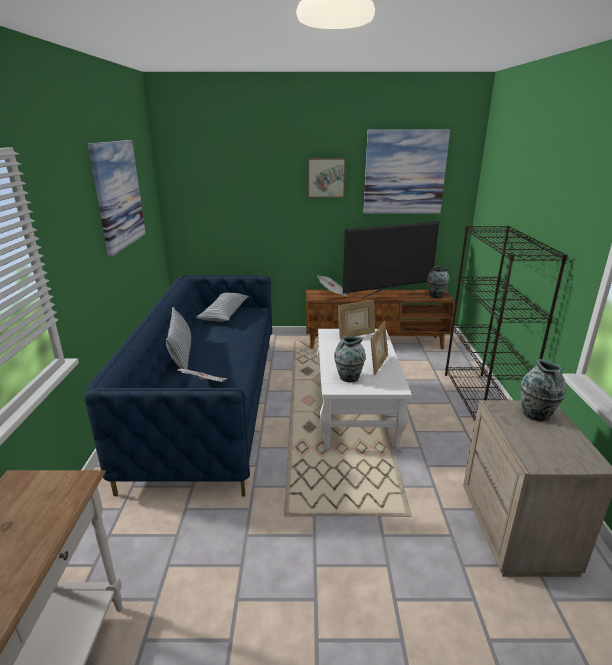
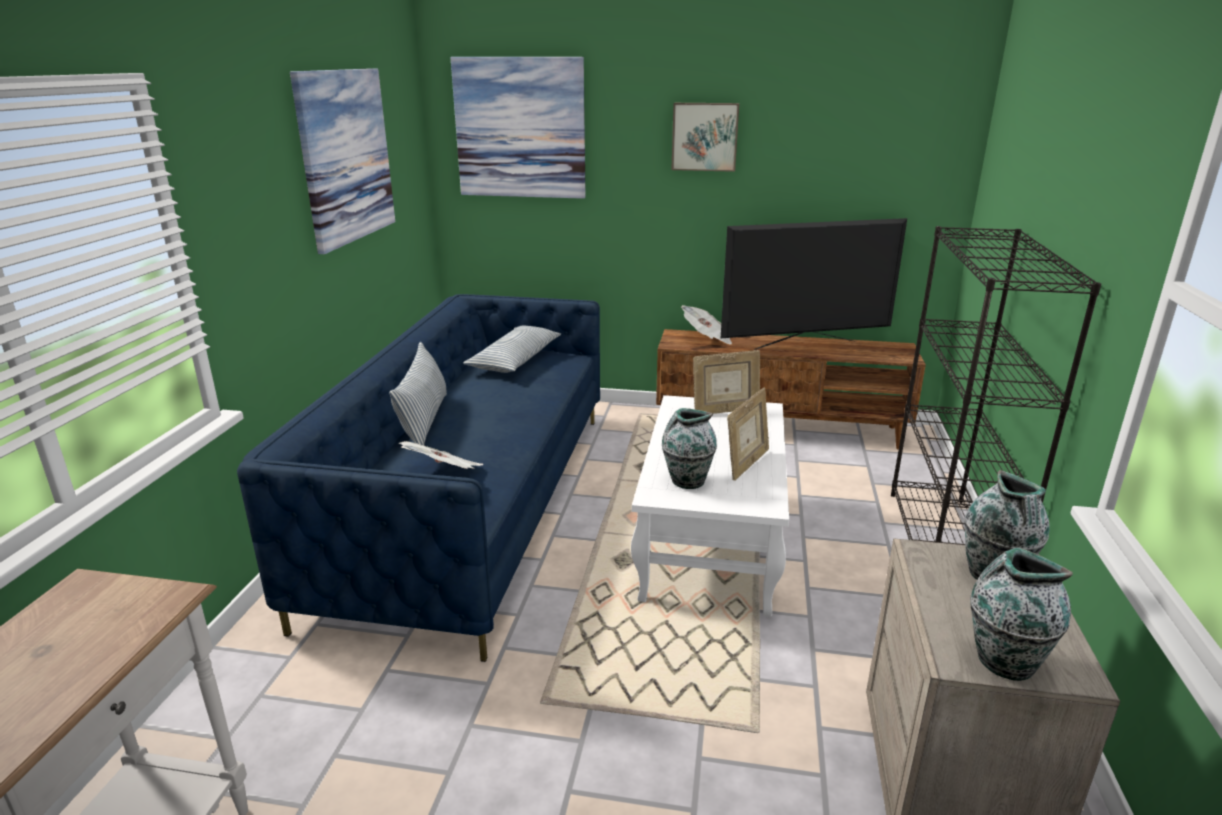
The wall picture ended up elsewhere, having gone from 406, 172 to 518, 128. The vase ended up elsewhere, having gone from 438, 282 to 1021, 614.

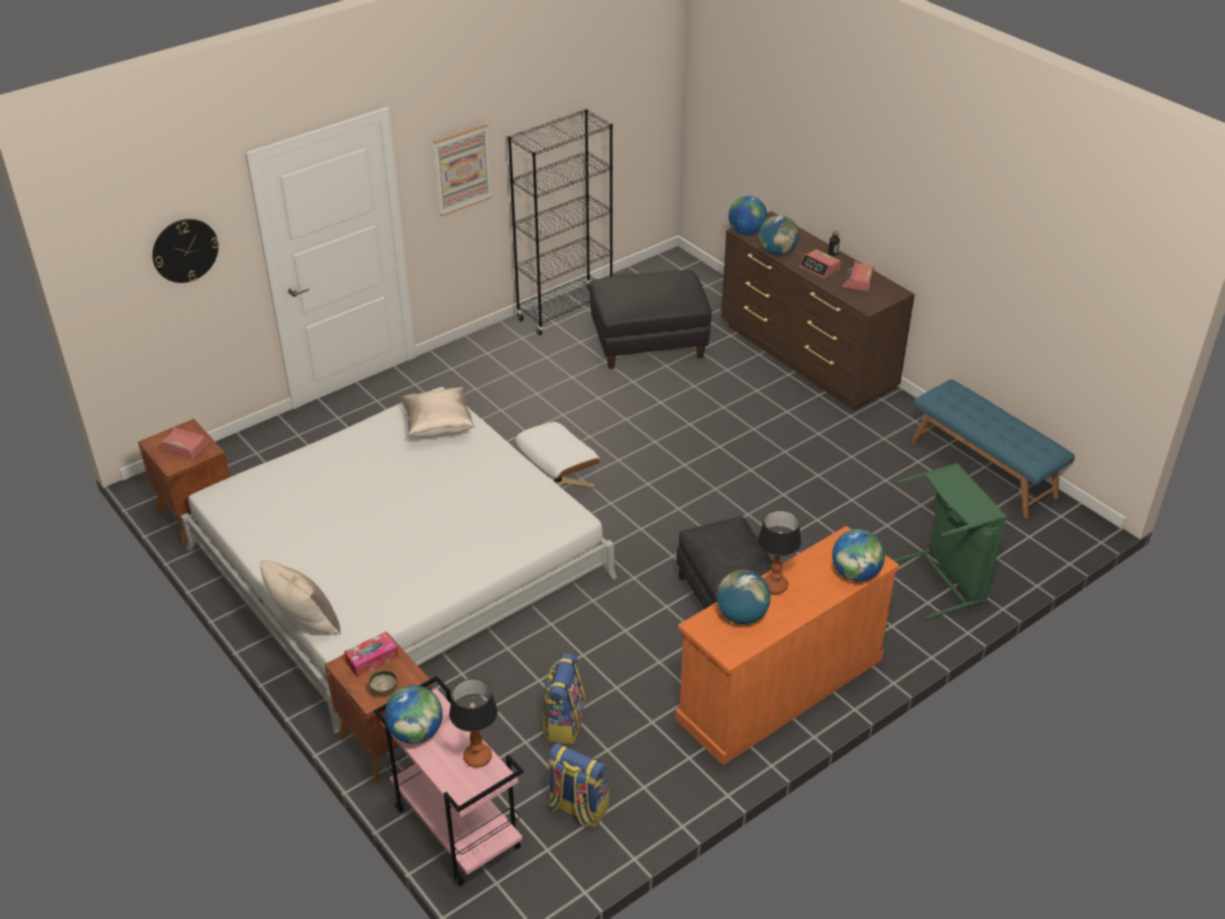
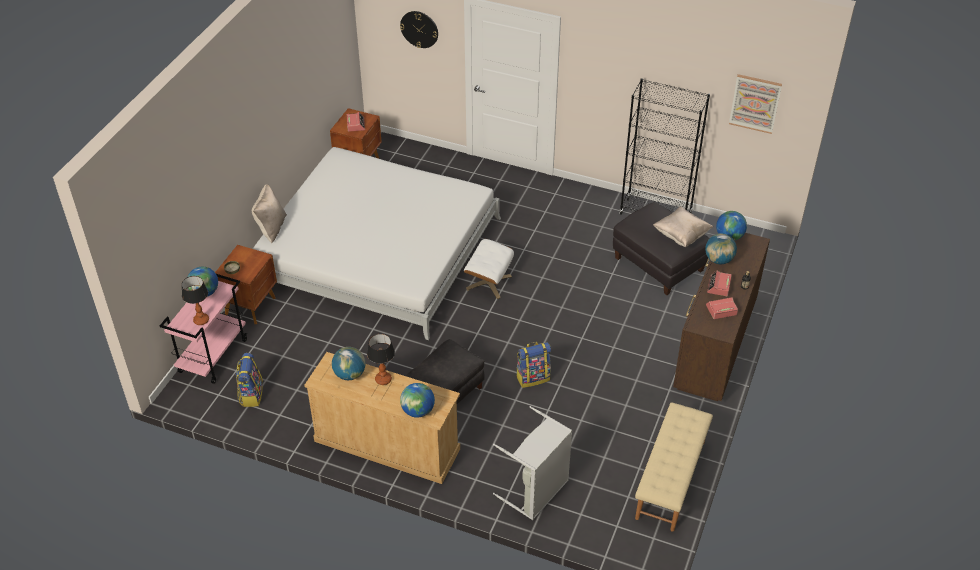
The second view lost the tissue box at 371, 654. The beige pillow ended up elsewhere, having gone from 438, 412 to 683, 226. The wall picture ended up elsewhere, having gone from 463, 169 to 755, 104. The knapsack ended up elsewhere, having gone from 563, 698 to 533, 365. What was the orange-coloured drawer chest at 787, 645 turned into the beige drawer chest at 382, 418. What was the green washing basket at 950, 541 turned into the grey washing basket at 532, 463. What was the blue-coloured long seat at 993, 449 turned into the beige long seat at 674, 467.

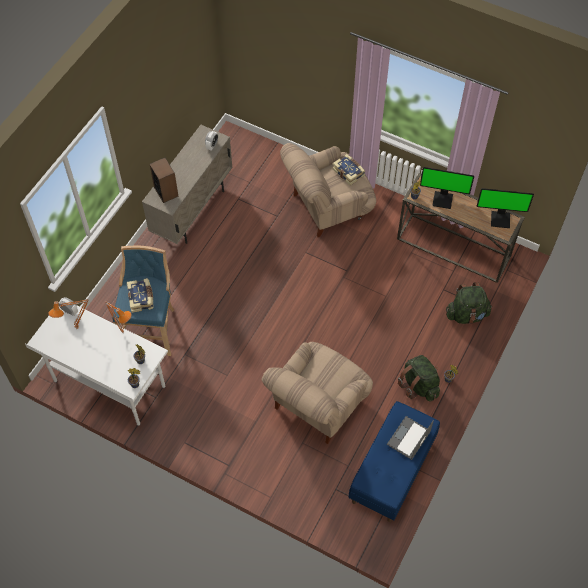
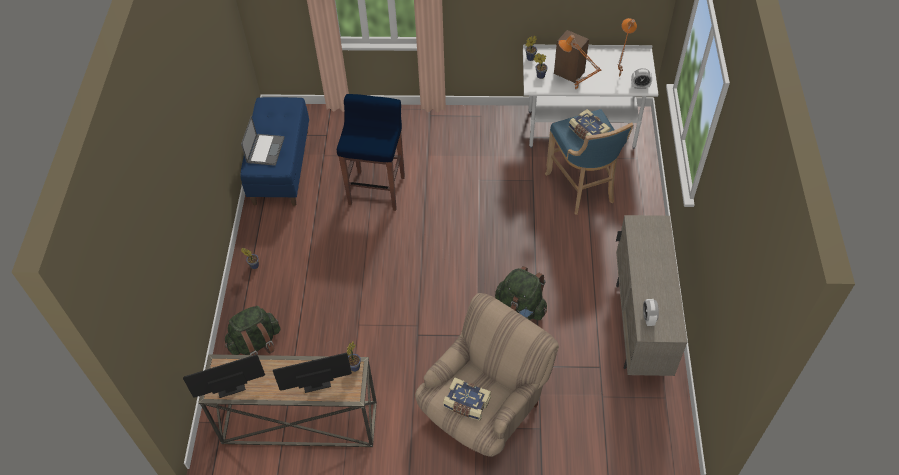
The loudspeaker ended up elsewhere, having gone from 164, 180 to 571, 56. The green knapsack ended up elsewhere, having gone from 419, 378 to 521, 293. Where the beige armchair stood at 317, 393, the blue-coloured stool seat came to stand at 371, 152.

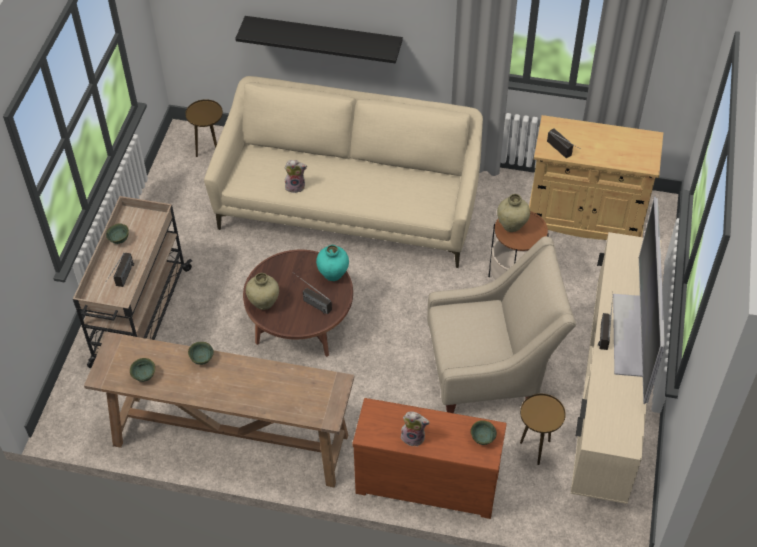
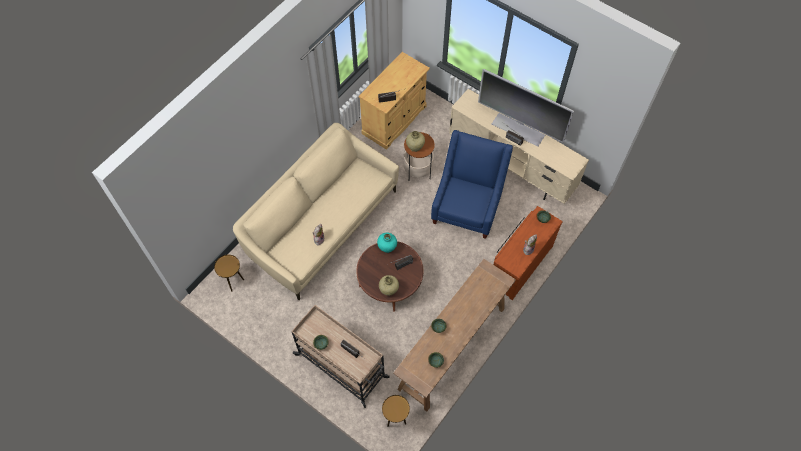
The second view lost the black wall shelf at 319, 40. The brown accent table ended up elsewhere, having gone from 543, 429 to 396, 411. What was the beige armchair at 501, 324 turned into the blue-coloured armchair at 472, 184.

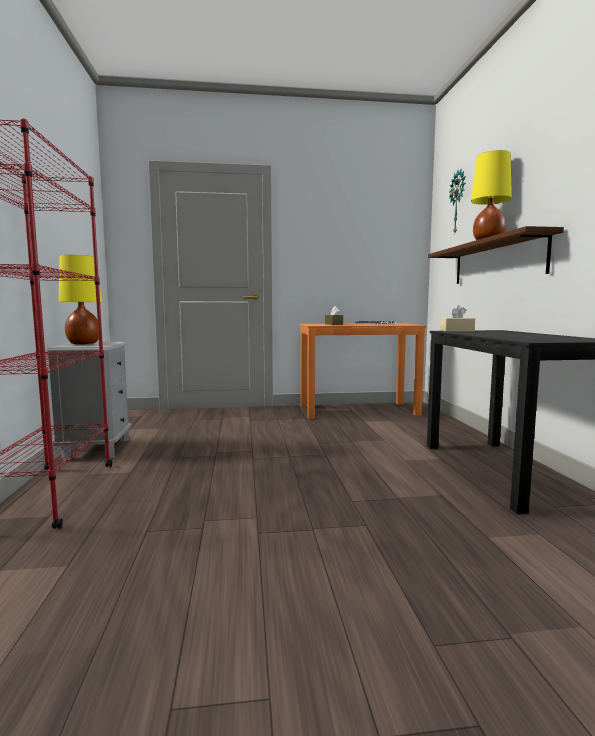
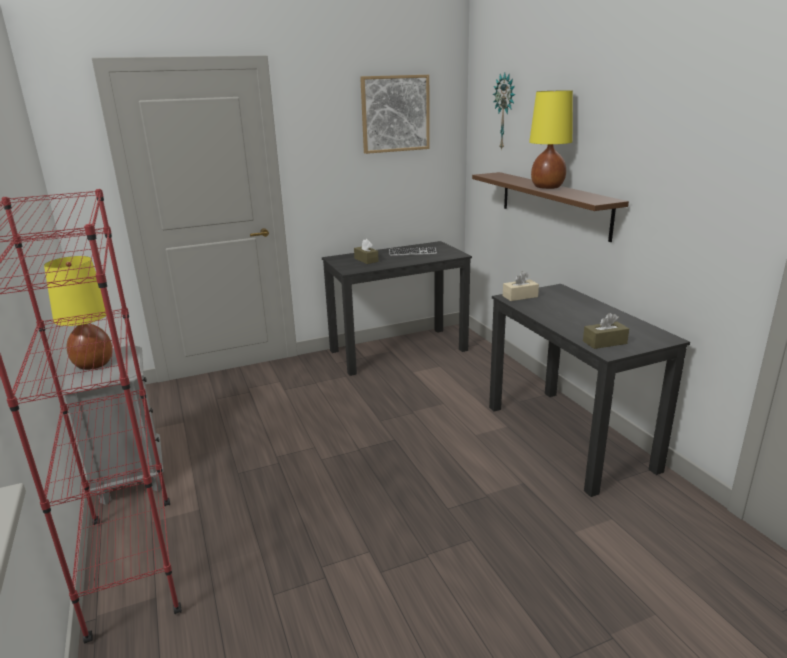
The second view gained the wall picture at 395, 114. The second view gained the brown tissue box at 606, 331. What was the orange-coloured desk at 363, 371 turned into the black desk at 397, 308.

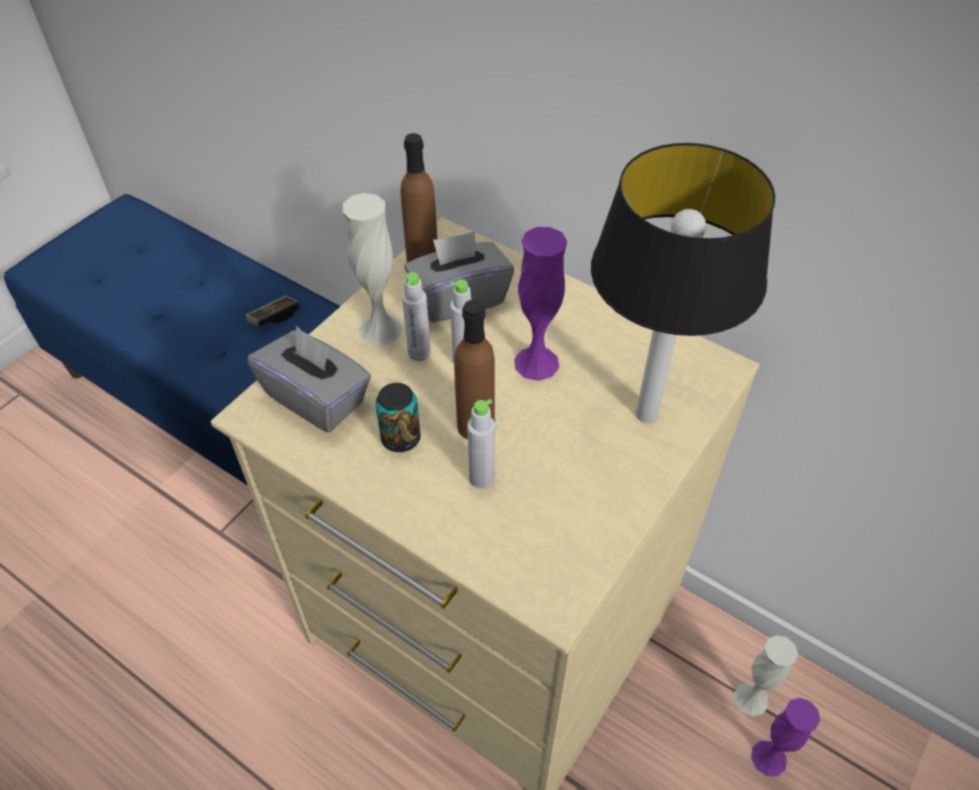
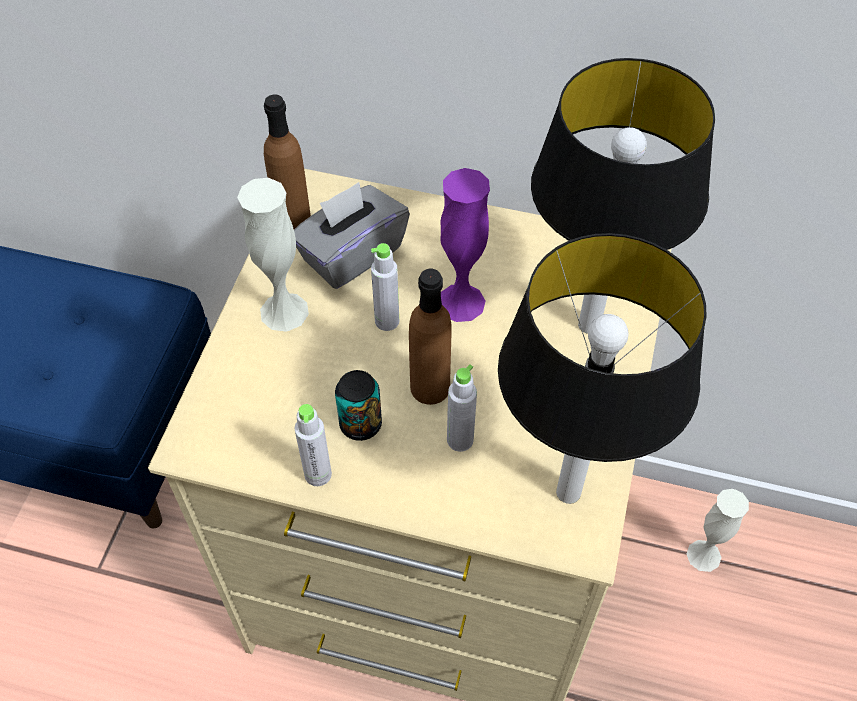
The second view lost the game controller at 272, 311. The second view lost the grey tissue box at 309, 378. The second view lost the purple-coloured vase at 785, 737. The second view gained the table lamp at 602, 368. The grey bottle ended up elsewhere, having gone from 416, 316 to 313, 445.

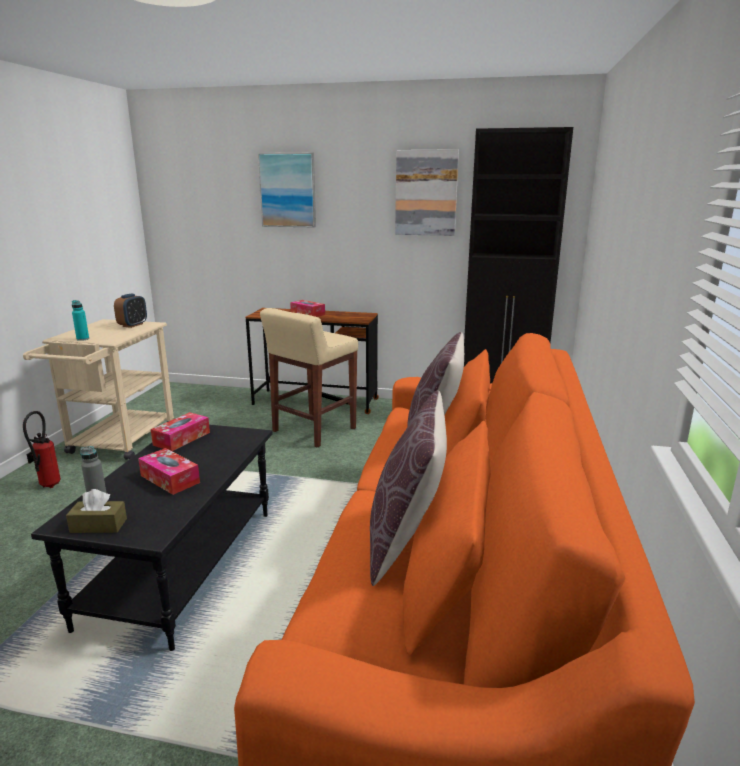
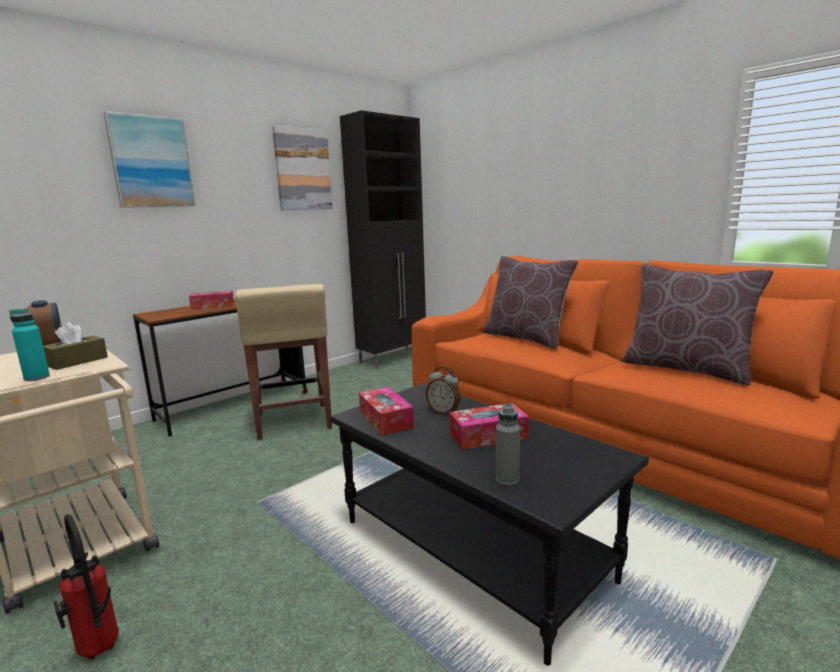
The second view gained the alarm clock at 443, 390. The brown tissue box ended up elsewhere, having gone from 96, 511 to 75, 346.

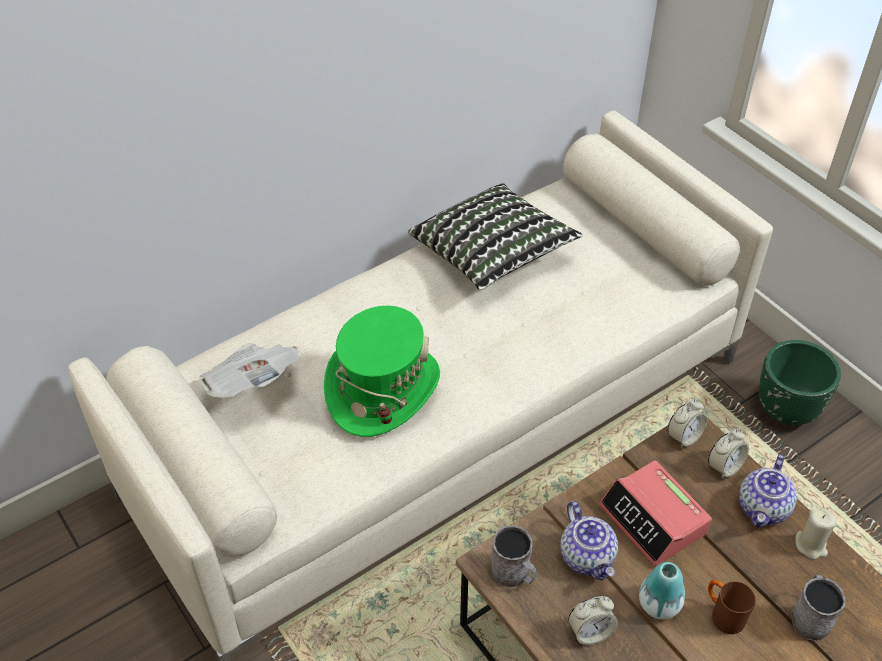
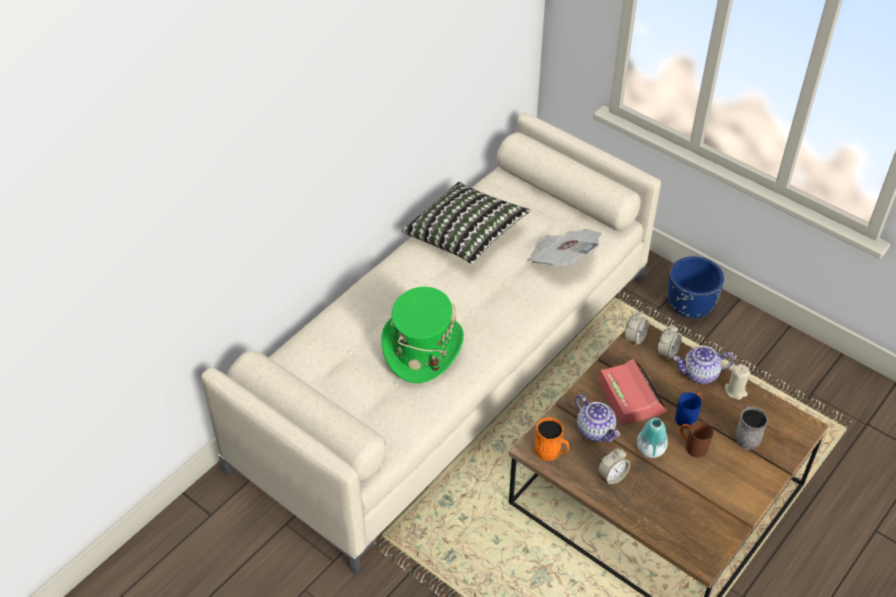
The second view gained the blue-coloured mug at 688, 410. The daily paper ended up elsewhere, having gone from 250, 370 to 564, 248. What was the grey mug at 514, 556 turned into the orange-coloured mug at 551, 439. What was the green flower pot at 800, 382 turned into the blue-coloured flower pot at 696, 287. The alarm clock at 655, 513 ended up facing another way, 150 degrees counterclockwise from before. The teapot at 768, 491 ended up facing another way, 75 degrees clockwise from before.

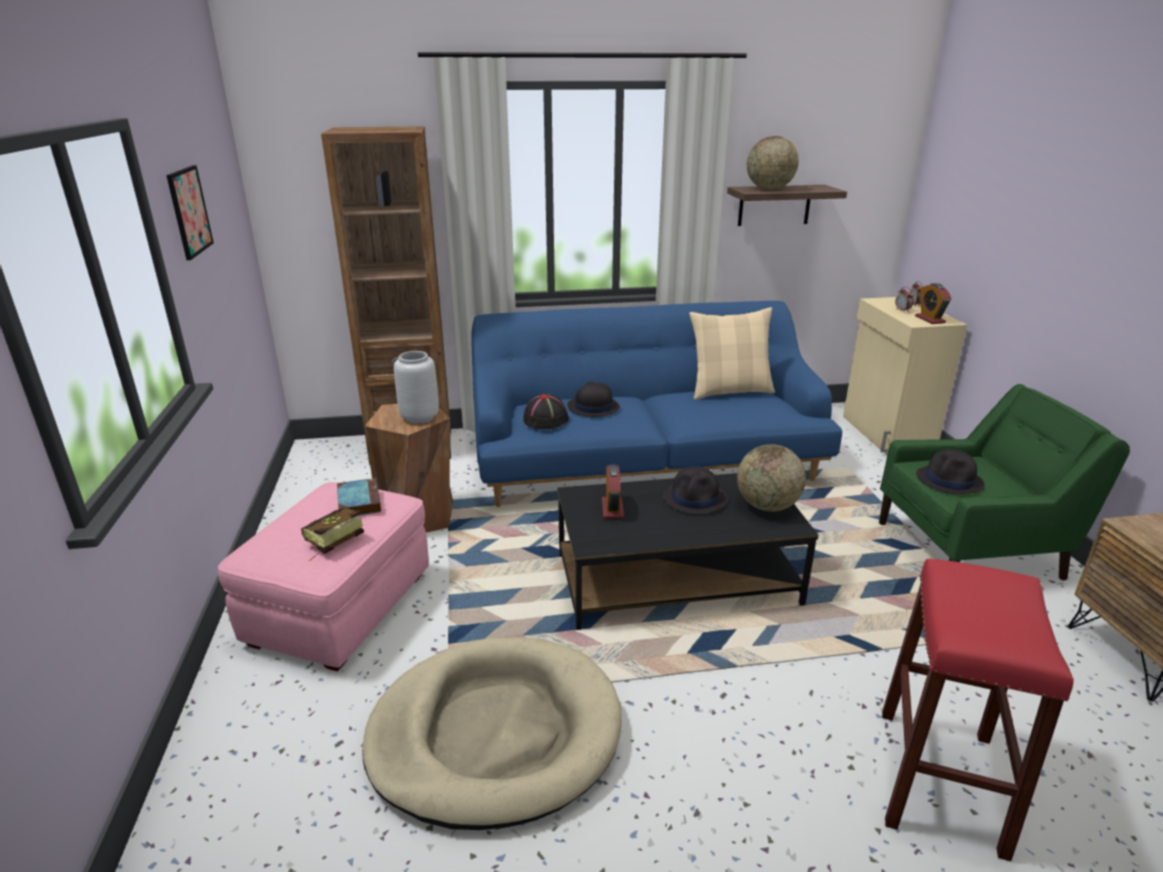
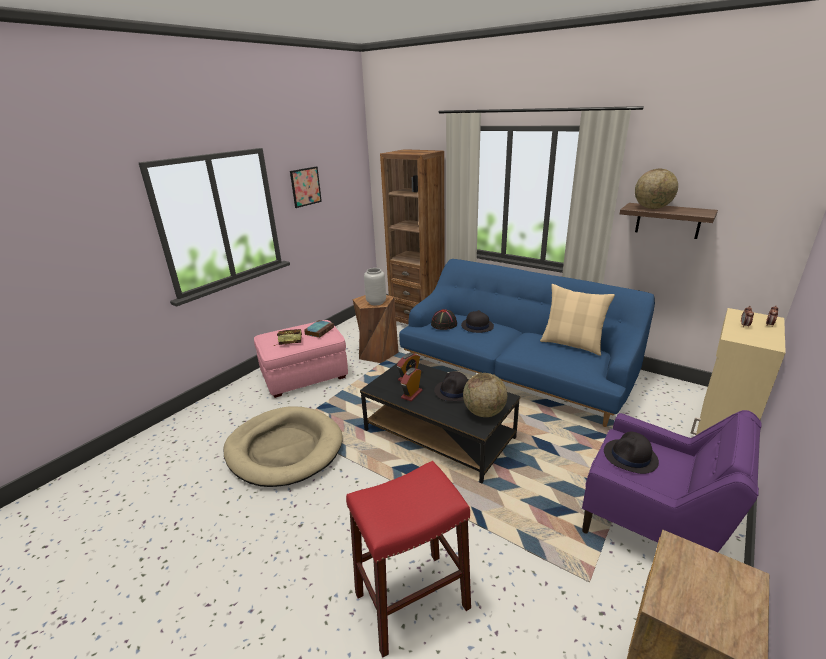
The alarm clock ended up elsewhere, having gone from 933, 303 to 411, 384. What was the green armchair at 1004, 482 turned into the purple-coloured armchair at 672, 481.

